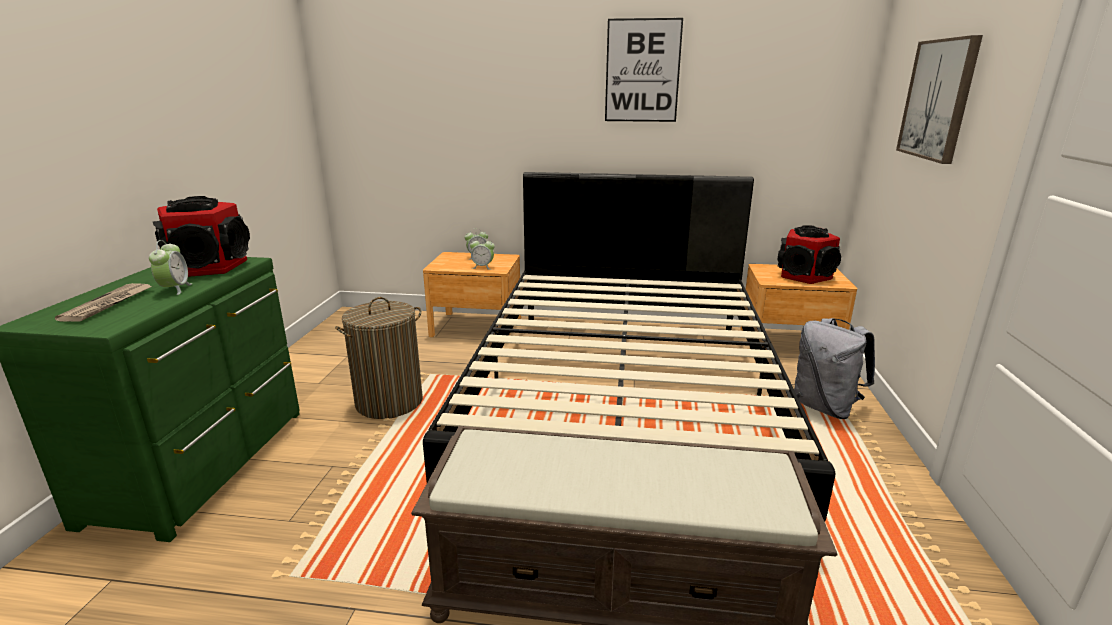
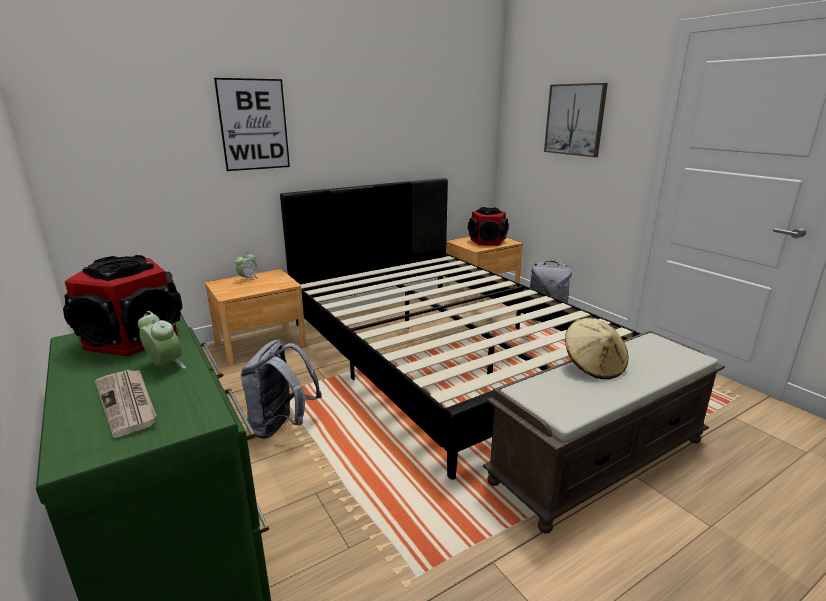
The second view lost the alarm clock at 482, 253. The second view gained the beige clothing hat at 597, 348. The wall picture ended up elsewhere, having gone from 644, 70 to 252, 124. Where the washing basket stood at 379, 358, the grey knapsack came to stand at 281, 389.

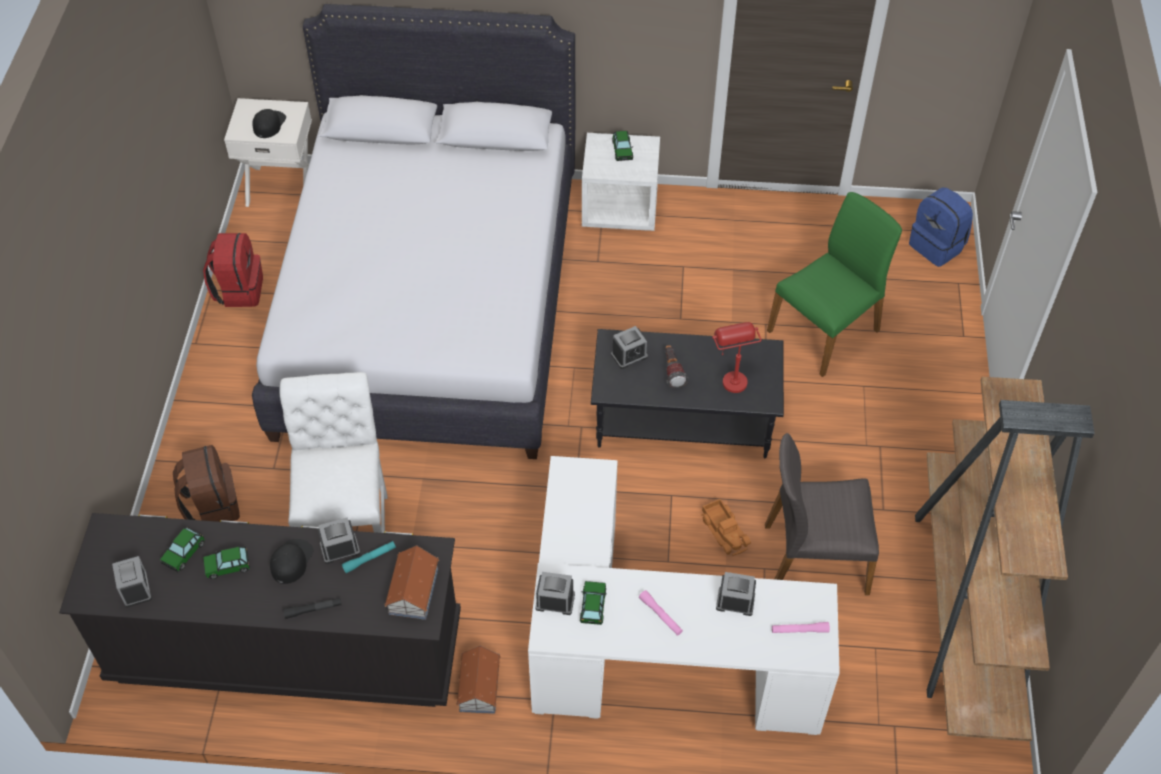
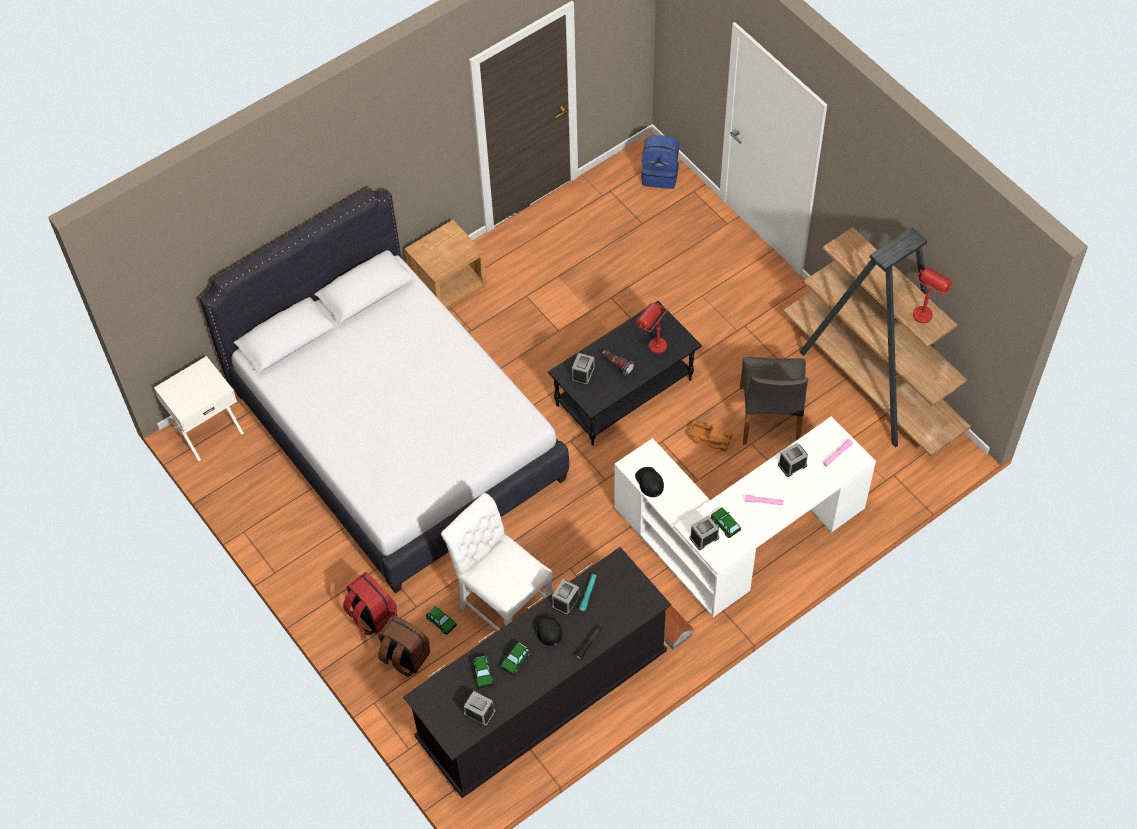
The second view lost the toy house at 411, 582. The second view lost the green plain chair at 834, 284. The second view gained the red table lamp at 933, 295. The red knapsack ended up elsewhere, having gone from 233, 270 to 370, 604. The black baseball cap ended up elsewhere, having gone from 269, 123 to 649, 482. The toy car ended up elsewhere, having gone from 622, 146 to 441, 620. What was the whitish bedside table at 621, 182 turned into the brown bedside table at 446, 264. The grey plain chair at 822, 514 ended up facing another way, 45 degrees counterclockwise from before.

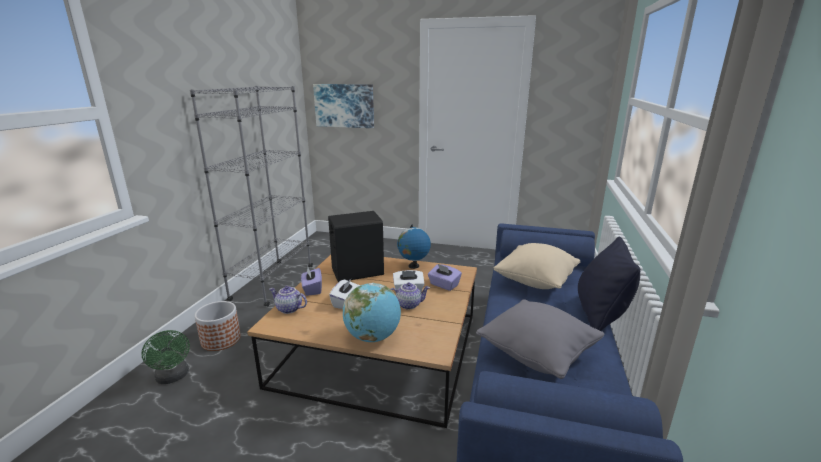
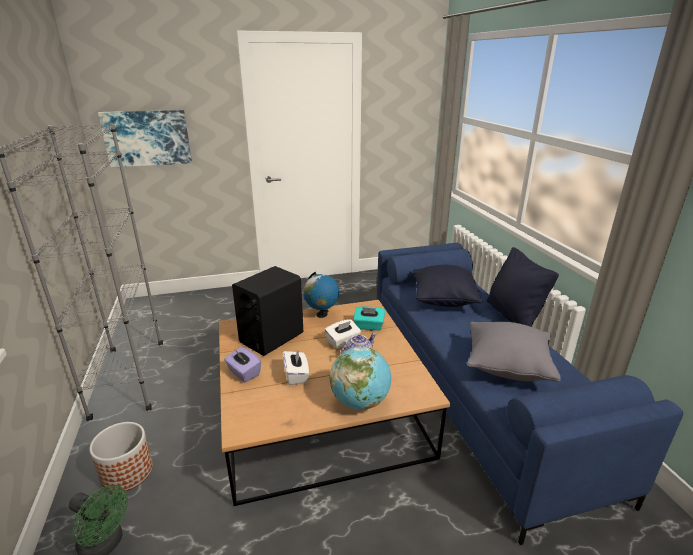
The second view lost the teapot at 288, 300. What was the purple-coloured tissue box at 445, 277 turned into the turquoise tissue box at 369, 318. What was the beige pillow at 537, 266 turned into the black pillow at 447, 286.

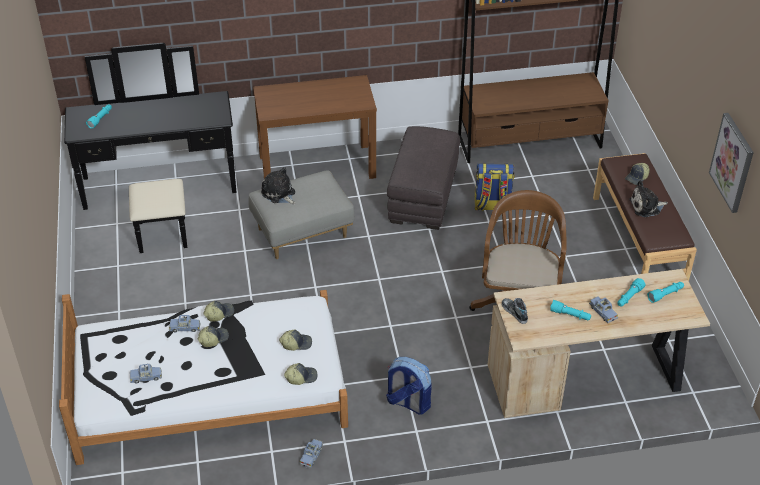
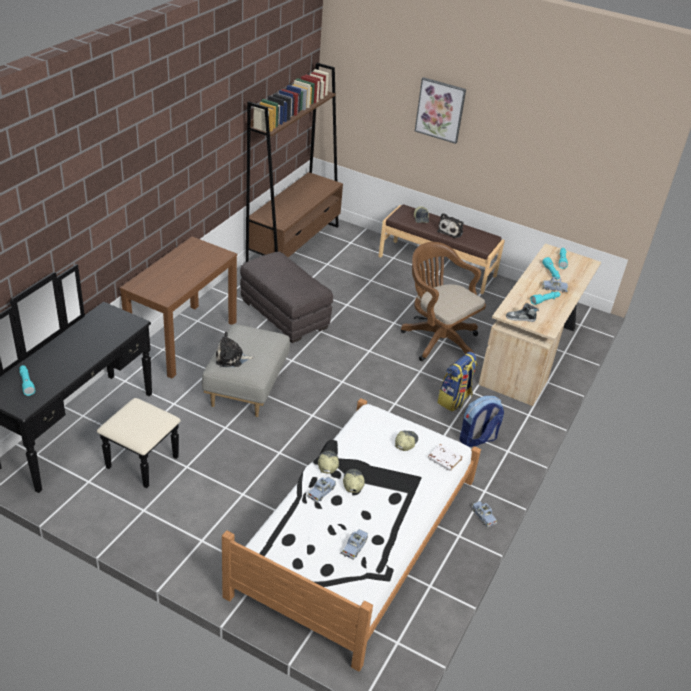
The knapsack ended up elsewhere, having gone from 494, 187 to 457, 381. The wall picture ended up elsewhere, having gone from 731, 163 to 440, 110. Where the baseball cap stood at 301, 374, the whitish volume came to stand at 445, 457.

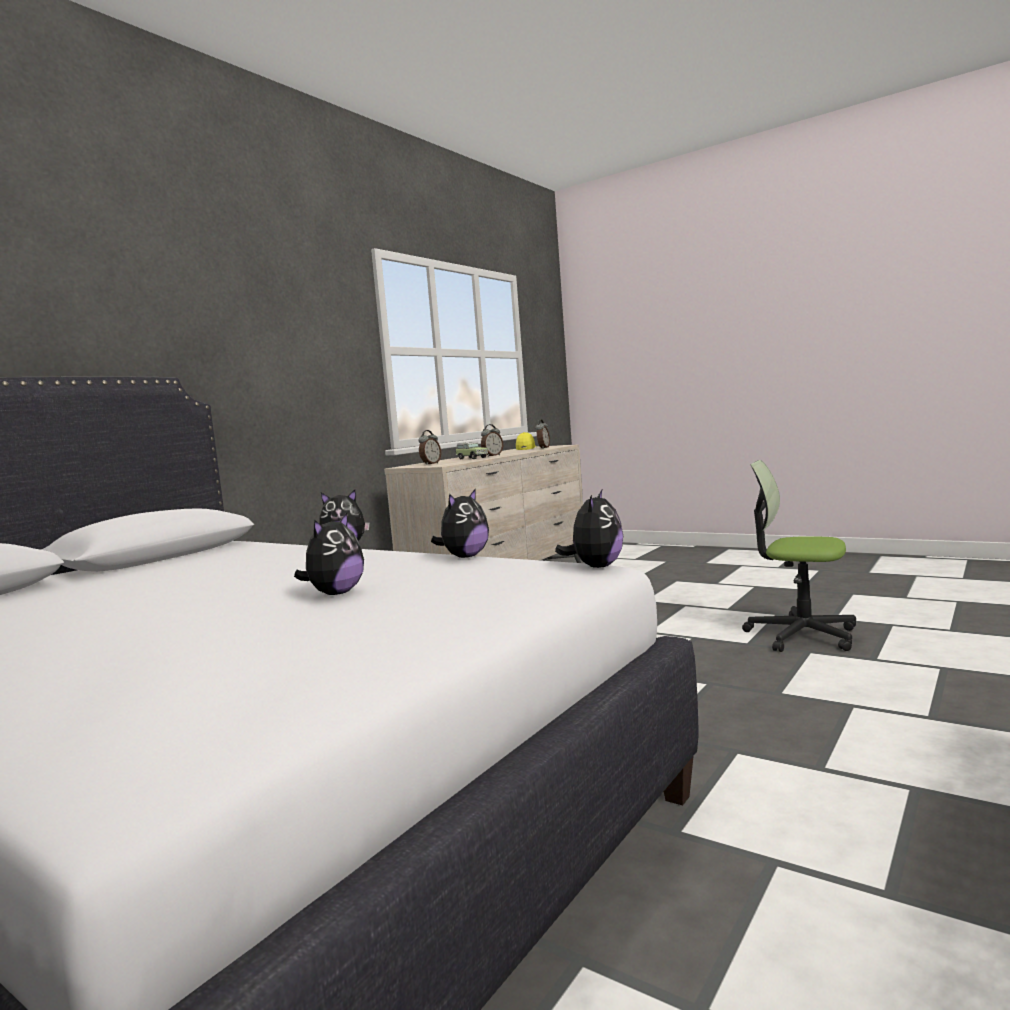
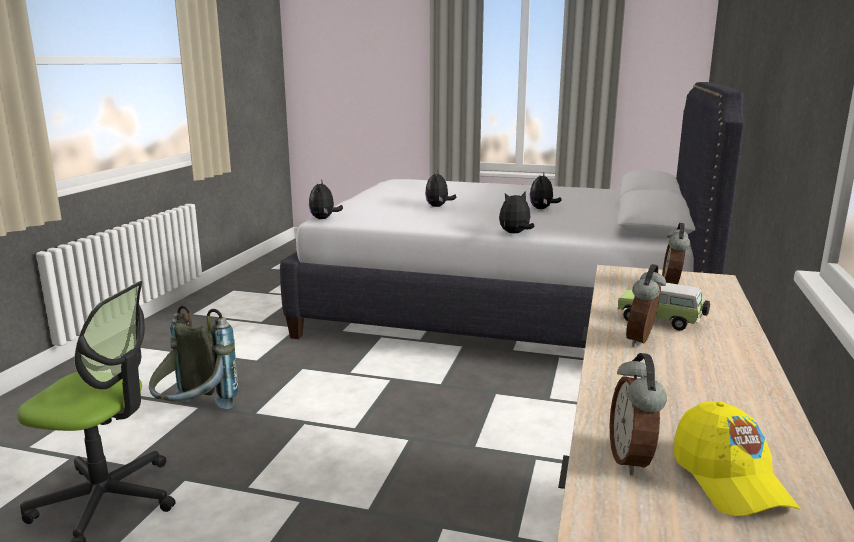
The second view gained the grey knapsack at 193, 357. The plush toy ended up elsewhere, having gone from 460, 523 to 546, 190.

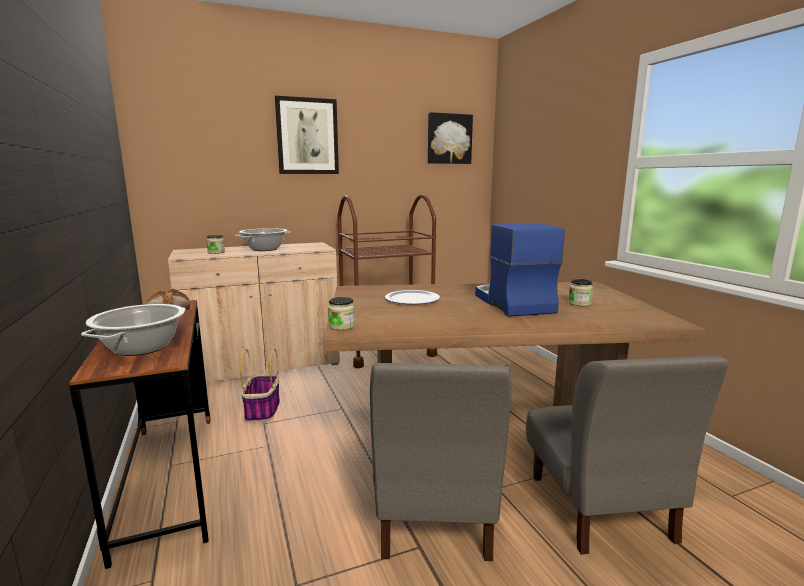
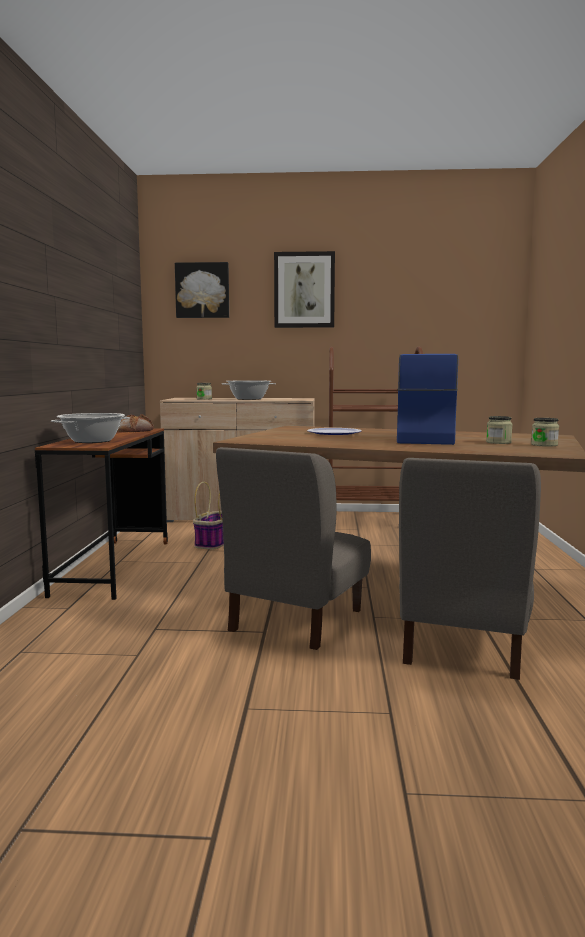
The preserve jar ended up elsewhere, having gone from 341, 313 to 545, 432. The wall picture ended up elsewhere, having gone from 450, 138 to 202, 290.

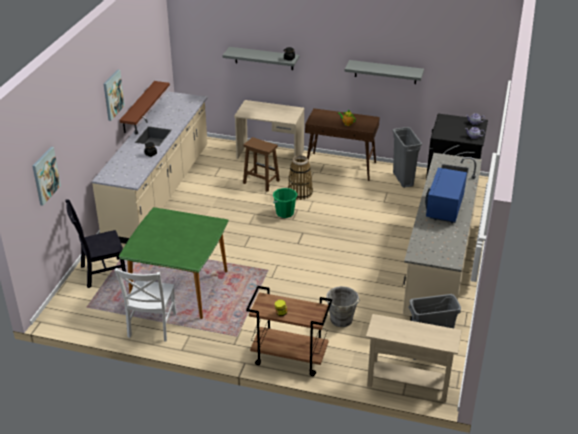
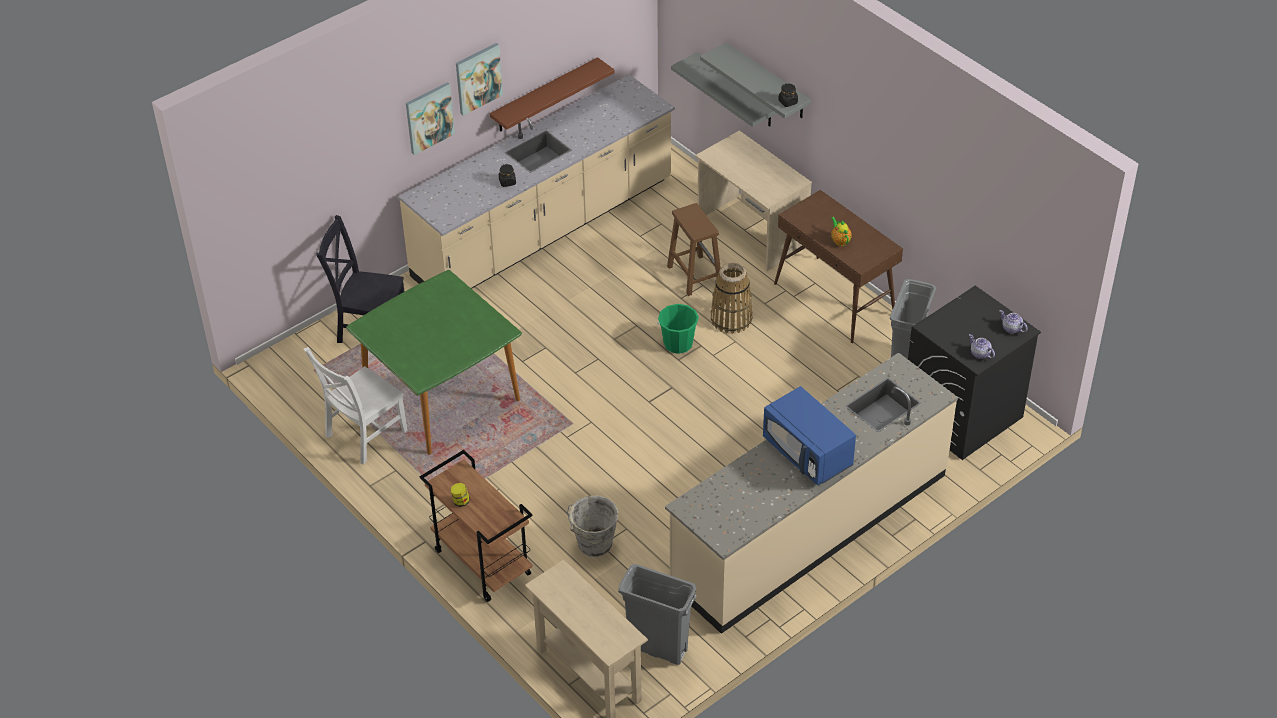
The wall picture ended up elsewhere, having gone from 46, 176 to 430, 118. The grey wall shelf ended up elsewhere, having gone from 384, 72 to 724, 89. The blue-coloured microwave oven at 446, 195 ended up facing another way, 90 degrees counterclockwise from before.

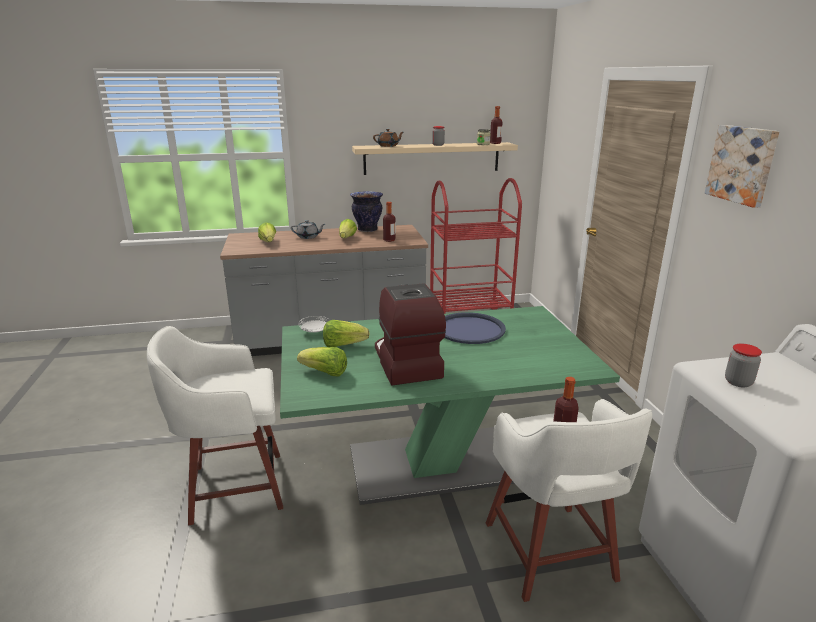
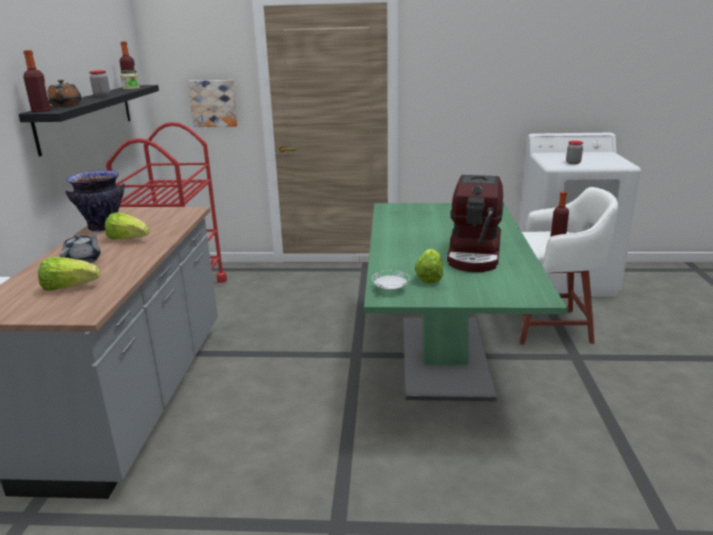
The second view lost the whitish stool seat at 215, 425. The second view lost the lettuce head at 322, 362. The second view lost the blue-coloured serving tray at 475, 328. The bottle ended up elsewhere, having gone from 389, 222 to 37, 81. The wall picture ended up elsewhere, having gone from 742, 166 to 213, 103. What was the beige wall shelf at 435, 158 turned into the black wall shelf at 88, 120. The coffee machine at 410, 334 ended up facing another way, 75 degrees counterclockwise from before.

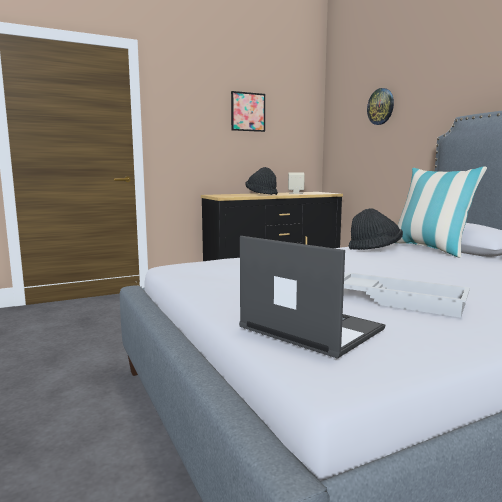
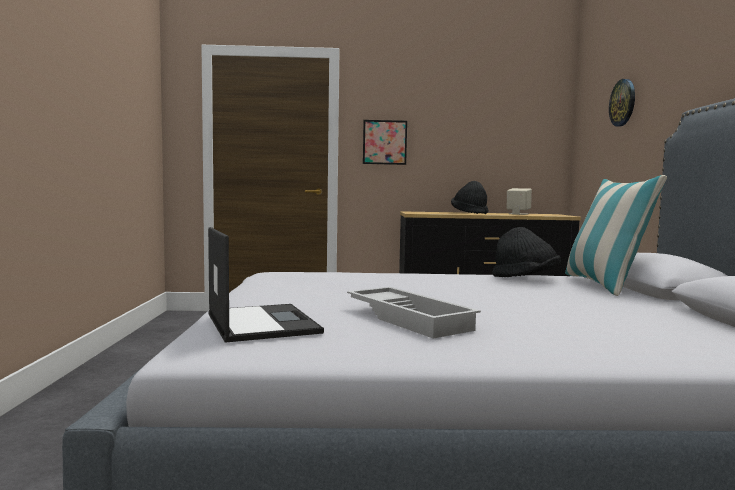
The wall picture ended up elsewhere, having gone from 248, 111 to 385, 142.

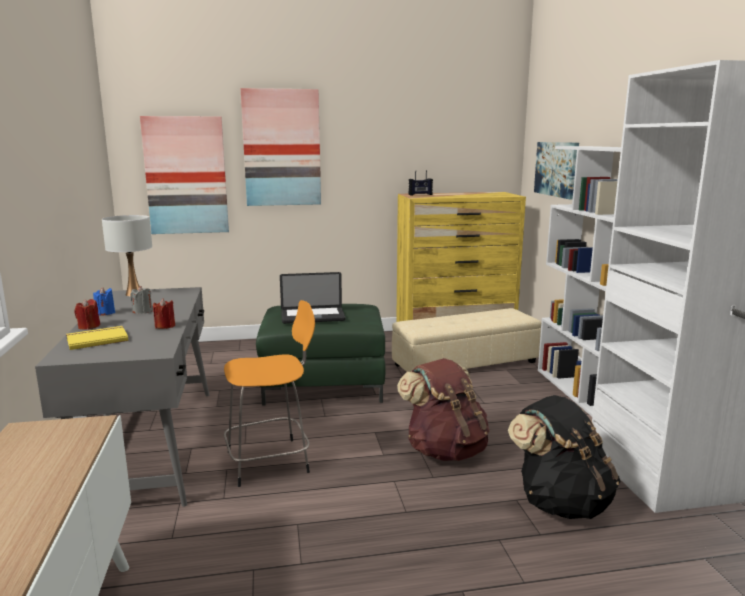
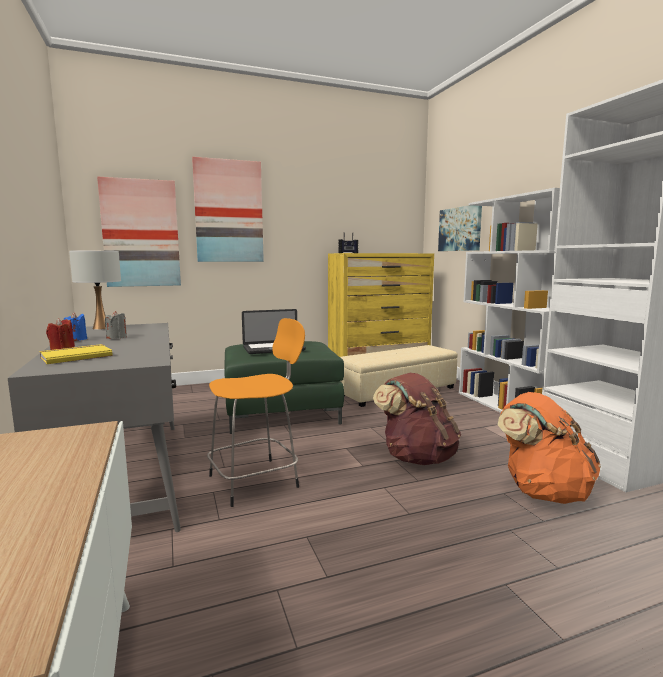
The second view lost the red wax light at 164, 313. What was the black knapsack at 564, 457 turned into the orange-coloured knapsack at 549, 448.

